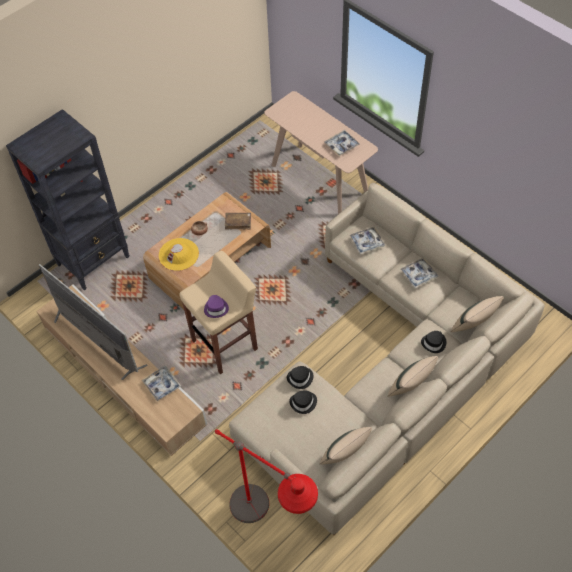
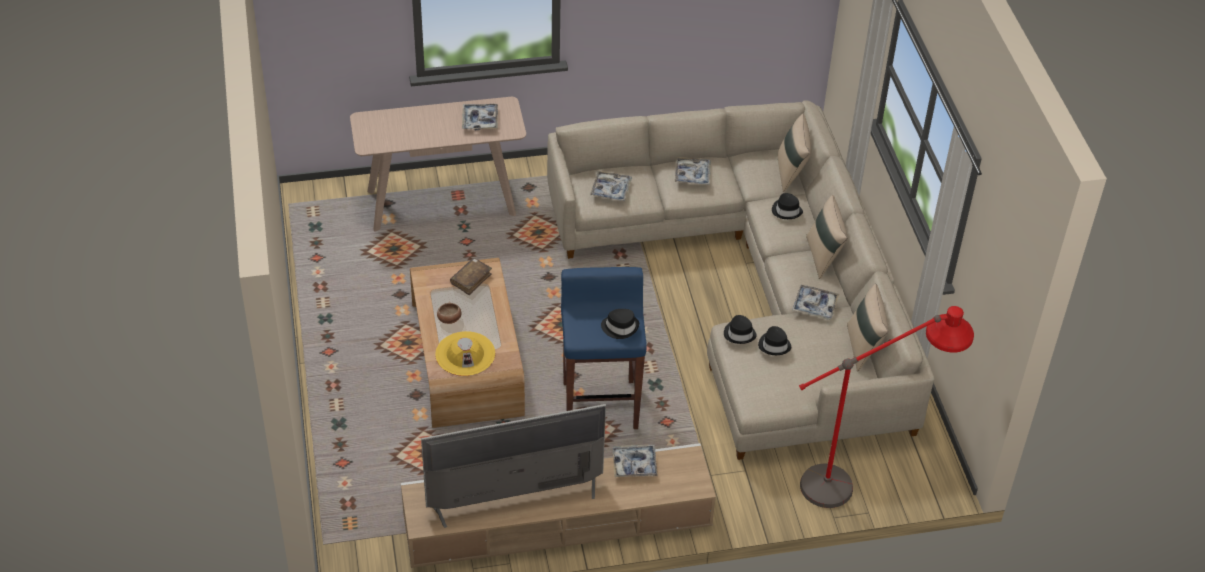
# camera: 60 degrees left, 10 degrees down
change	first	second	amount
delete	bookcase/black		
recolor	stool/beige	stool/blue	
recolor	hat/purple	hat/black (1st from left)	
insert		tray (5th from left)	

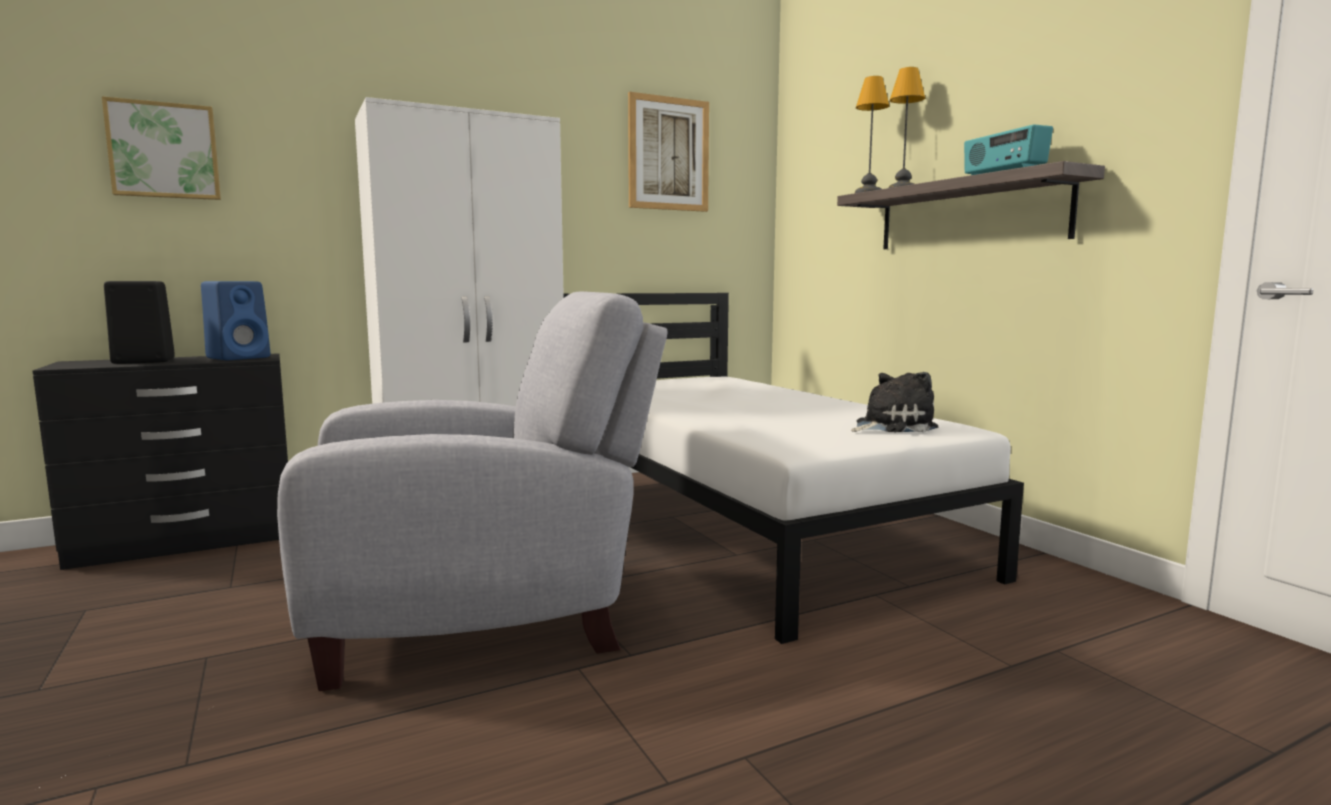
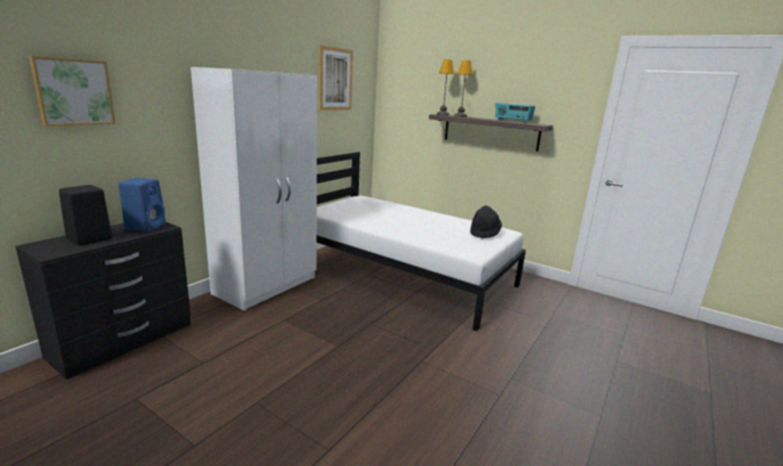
# camera: 30 degrees left, 10 degrees up
change	first	second	amount
delete	armchair/grey		
replace	plush toy	hat/black	

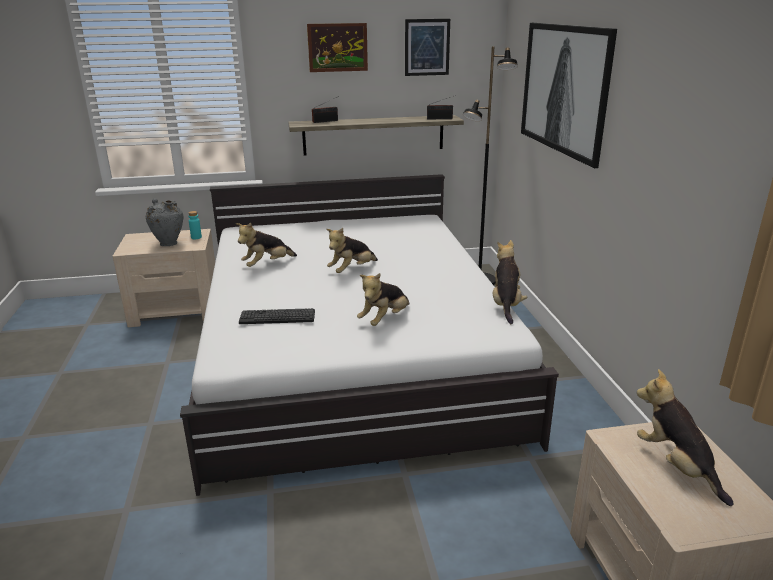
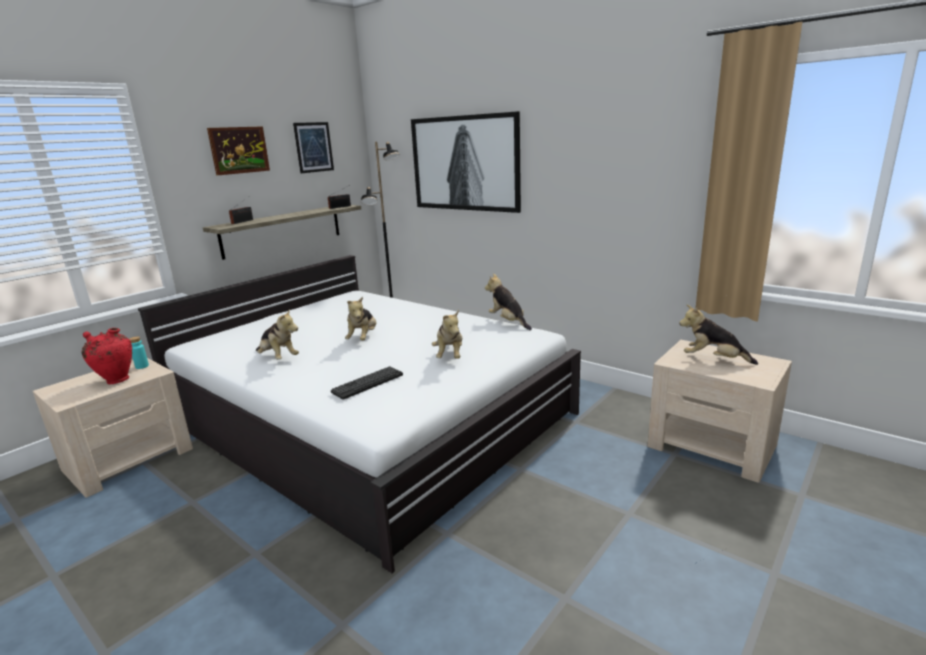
# camera: 40 degrees left, 5 degrees down
change	first	second	amount
recolor	vase/grey	vase/red	
rotate	plush toy (1st from left)		60 degrees counterclockwise

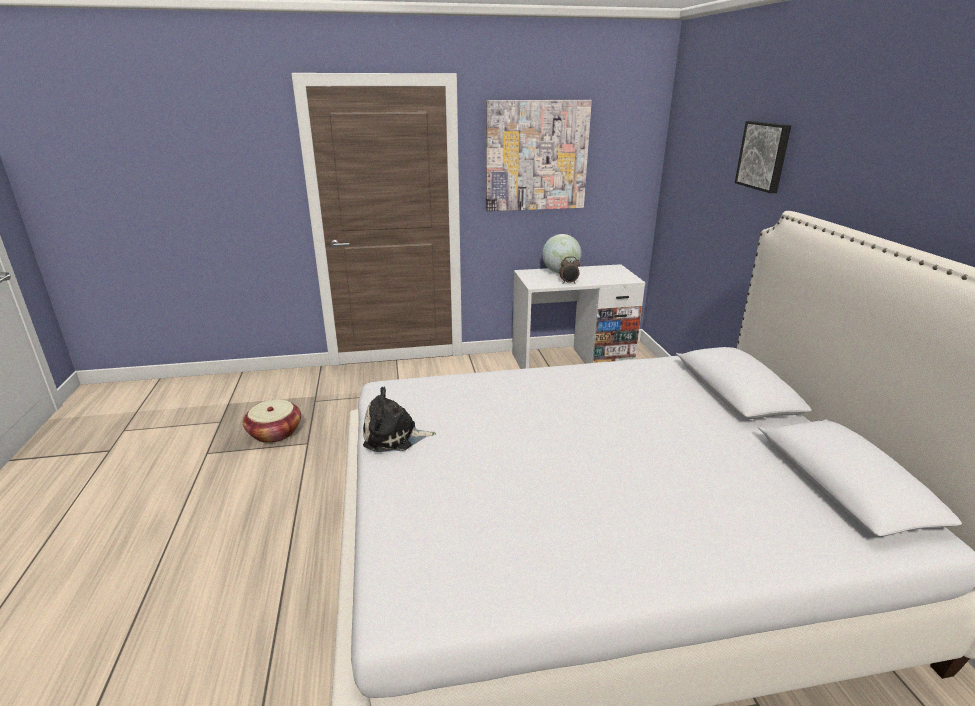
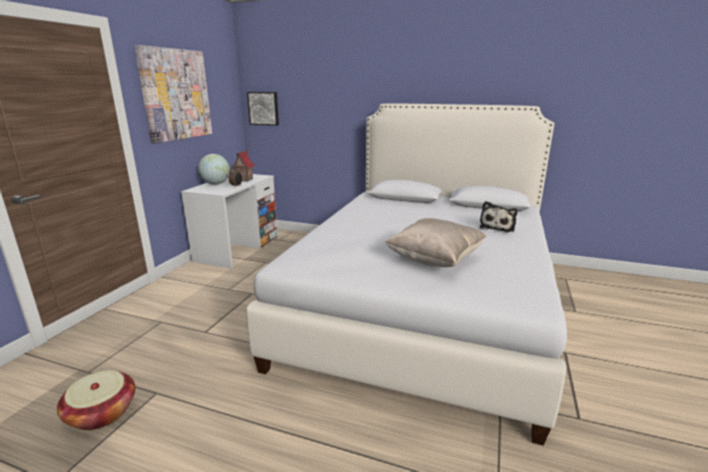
# camera: 60 degrees left, 5 degrees down
change	first	second	amount
move	plush toy		
move	picture (2nd from left)		
insert		toy house	
insert		pillow/beige	

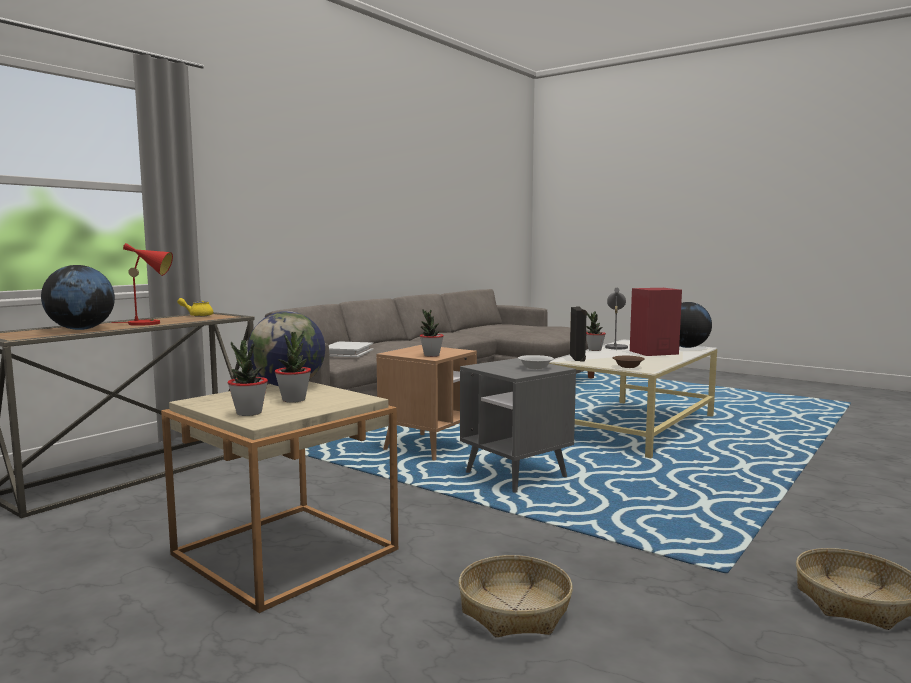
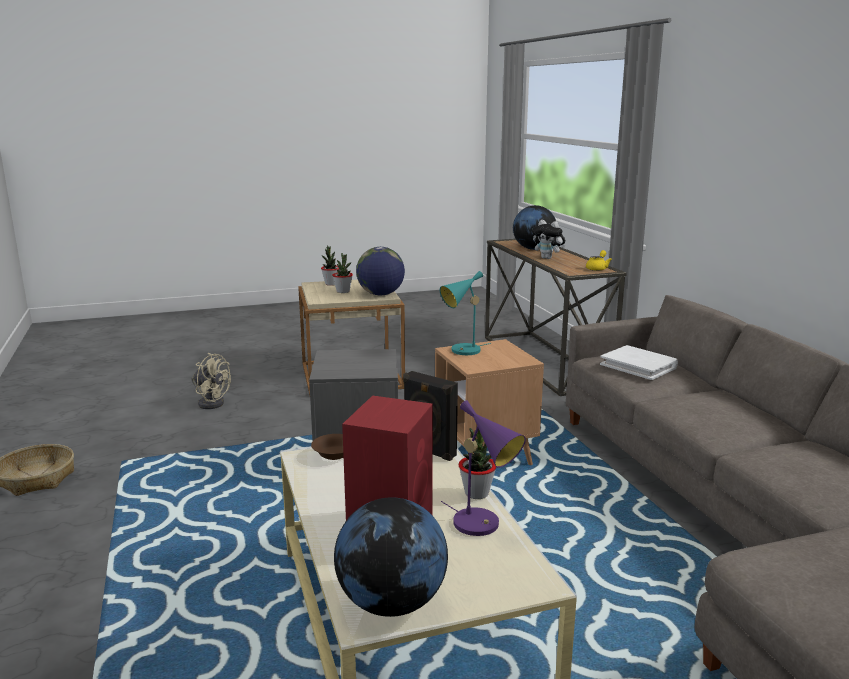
# camera: 125 degrees right, 10 degrees up
change	first	second	amount
replace	table lamp/red	plush toy	
replace	potted plant (3rd from left)	table lamp/turquoise	
replace	basket (1st from left)	fan/beige	
delete	bowl/white		
recolor	table lamp/grey	table lamp/purple	

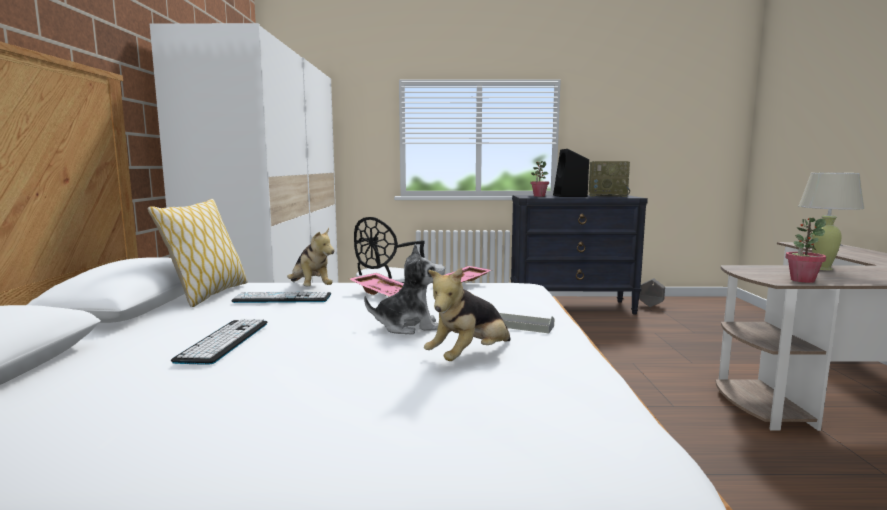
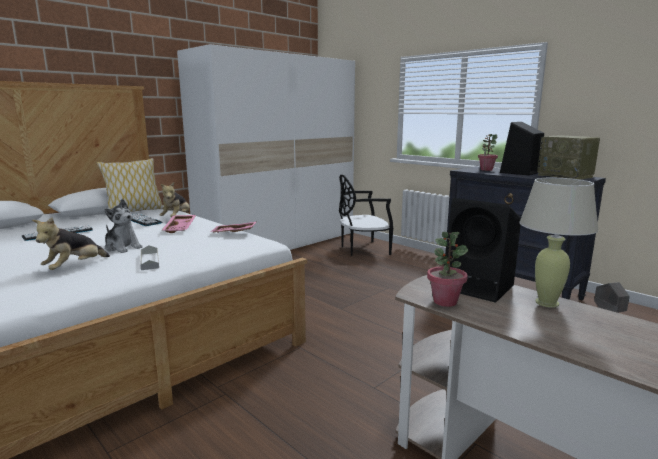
# camera: 45 degrees right, 5 degrees up
change	first	second	amount
rotate	plush toy (3rd from left in the first image)	plush toy (1st from left)	60 degrees counterclockwise
insert		speaker/black (1st from left)	

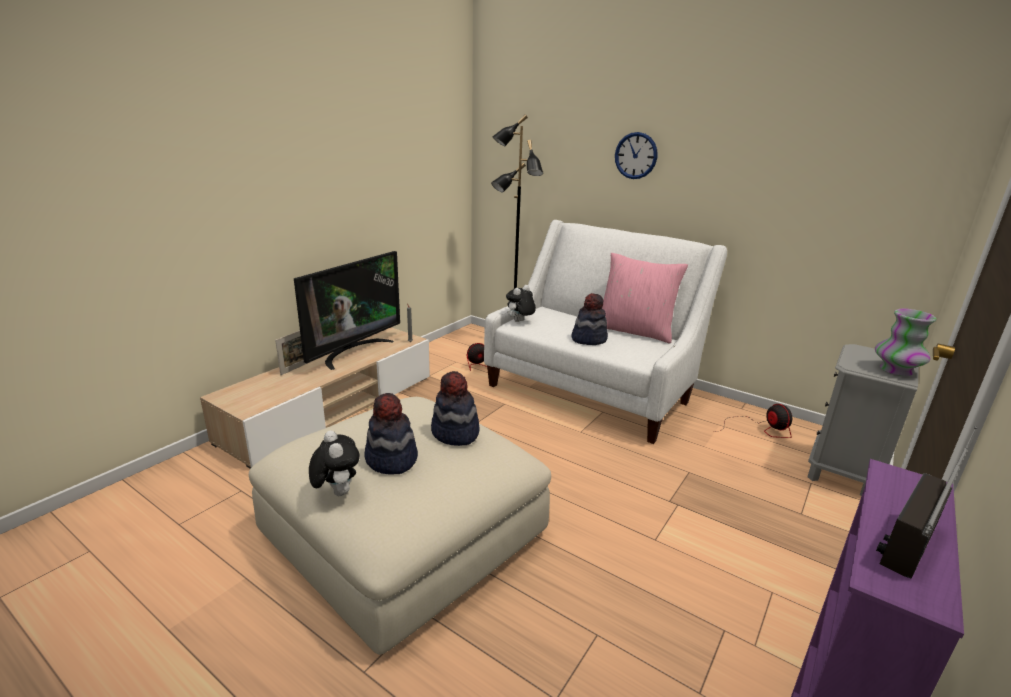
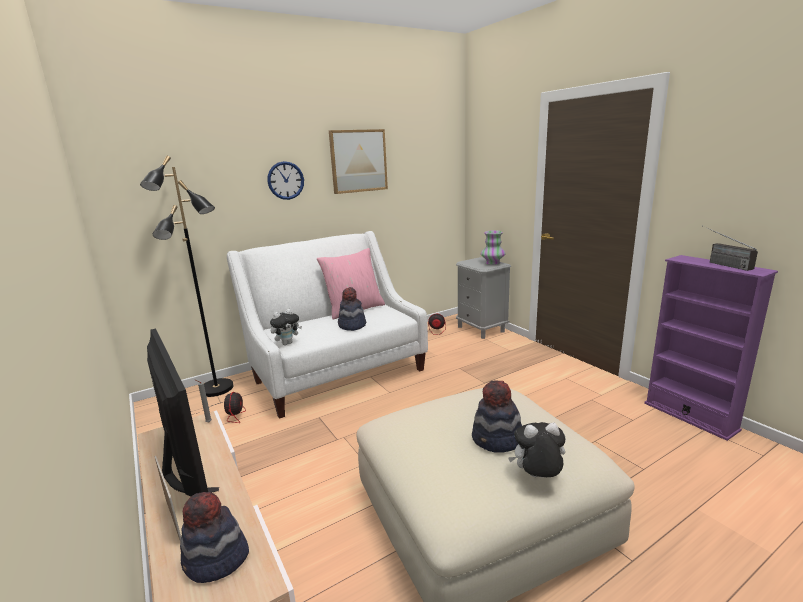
# camera: 65 degrees left, 5 degrees down
change	first	second	amount
move	hat (2nd from left in the first image)	hat (1st from left)	
rotate	plush toy (2nd from left in the first image)	plush toy (1st from left)	105 degrees counterclockwise
insert		picture	

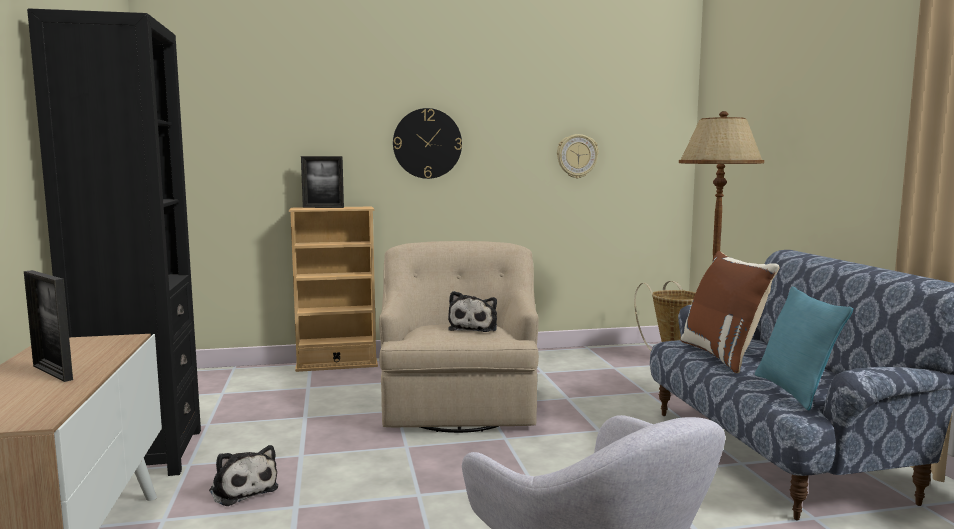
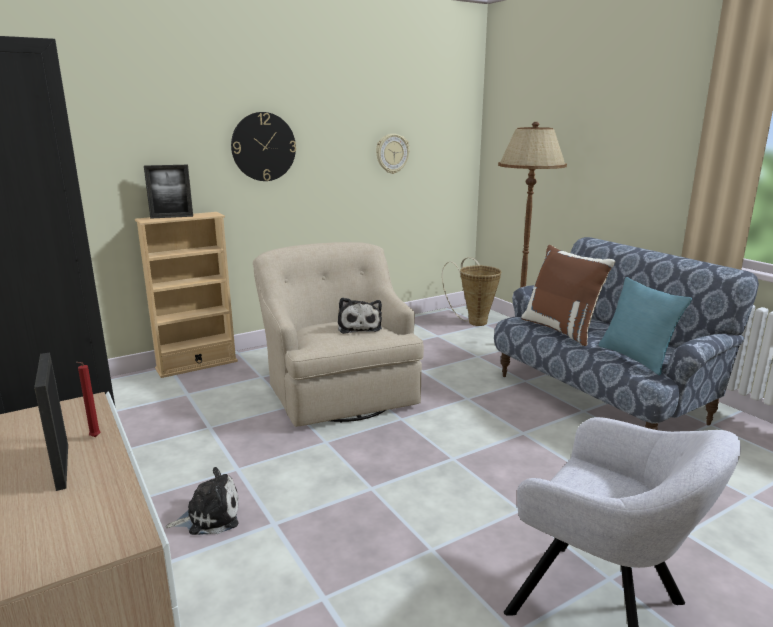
# camera: 20 degrees left, 10 degrees up
change	first	second	amount
rotate	picture frame (1st from left)		45 degrees clockwise
rotate	plush toy (1st from left)		45 degrees counterclockwise
insert		candle/red	

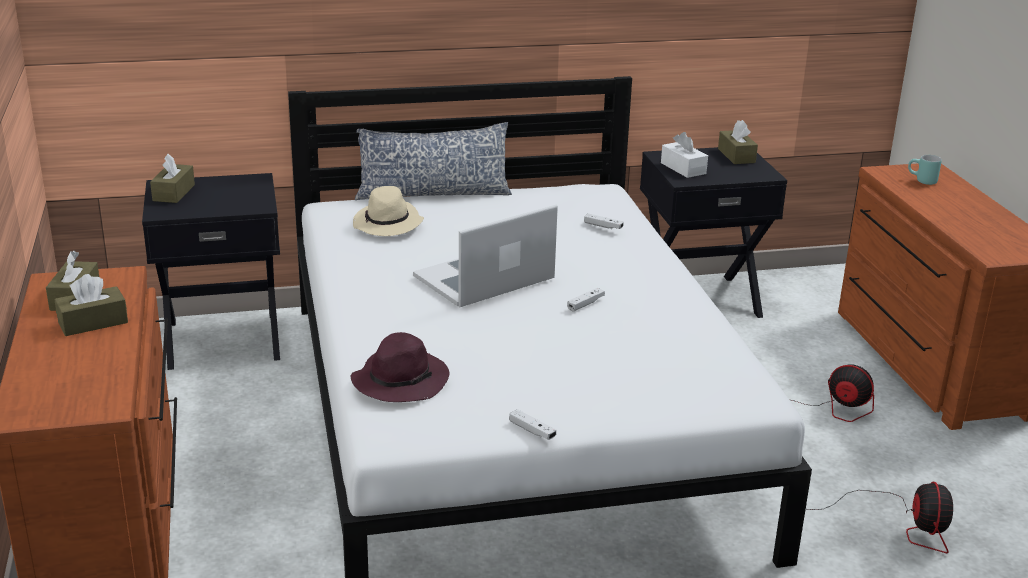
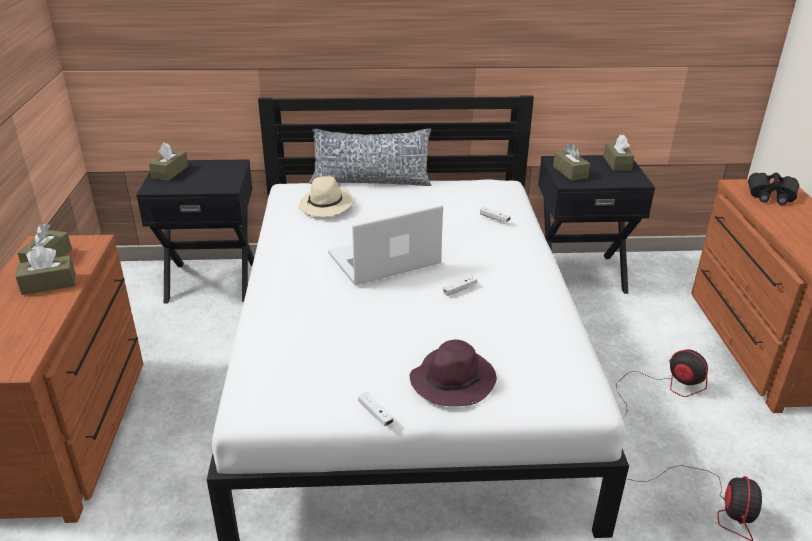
# camera: 10 degrees right, 5 degrees up
change	first	second	amount
move	hat/purple		
recolor	tissue box/white	tissue box/brown (4th from left)	
replace	mug/turquoise	binoculars/black	

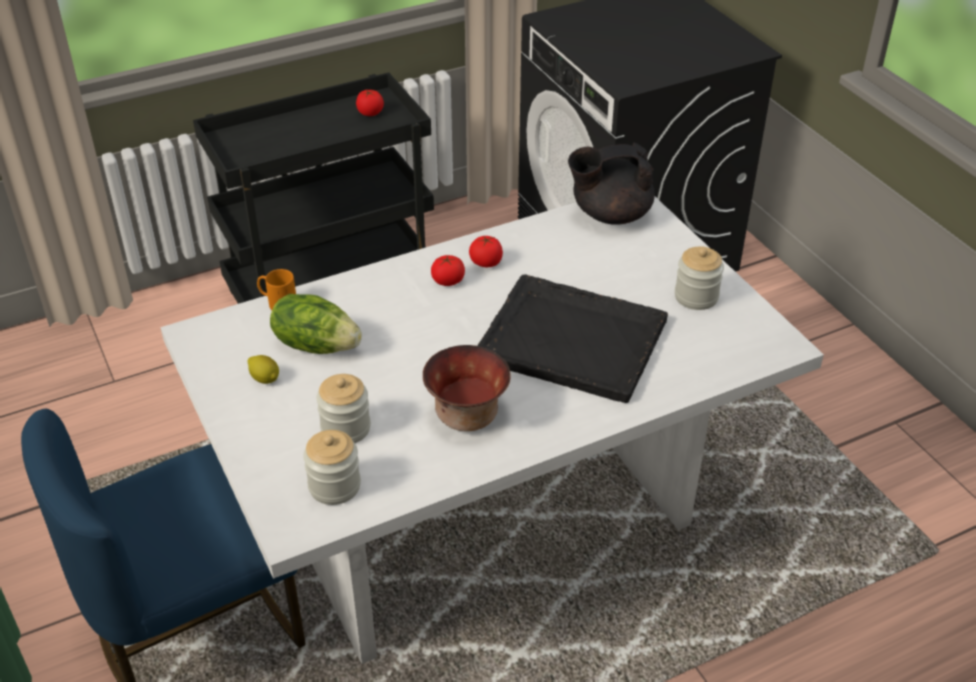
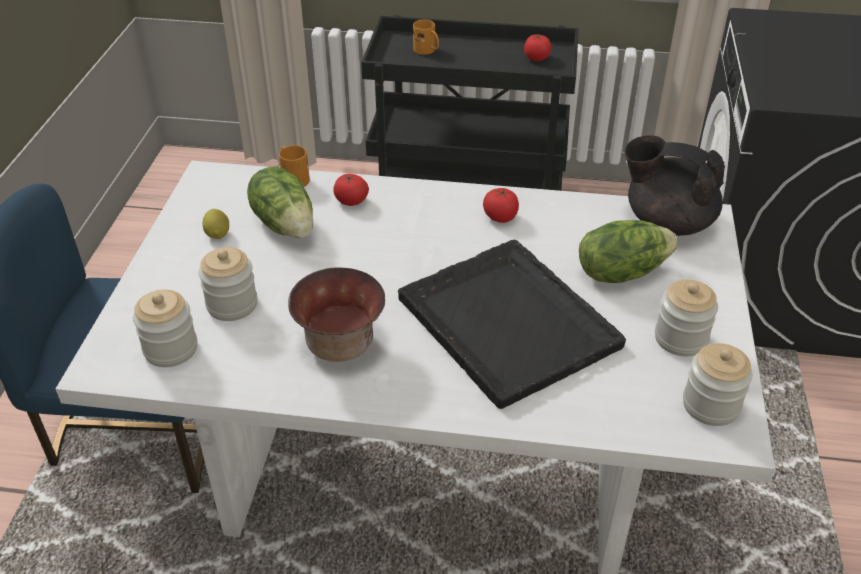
# camera: 35 degrees right, 0 degrees up
change	first	second	amount
move	tomato (2nd from left in the first image)	tomato (1st from left)	
insert		mug/orange (2nd from left)	
insert		lettuce (2nd from left)	
insert		jar (4th from left)	

